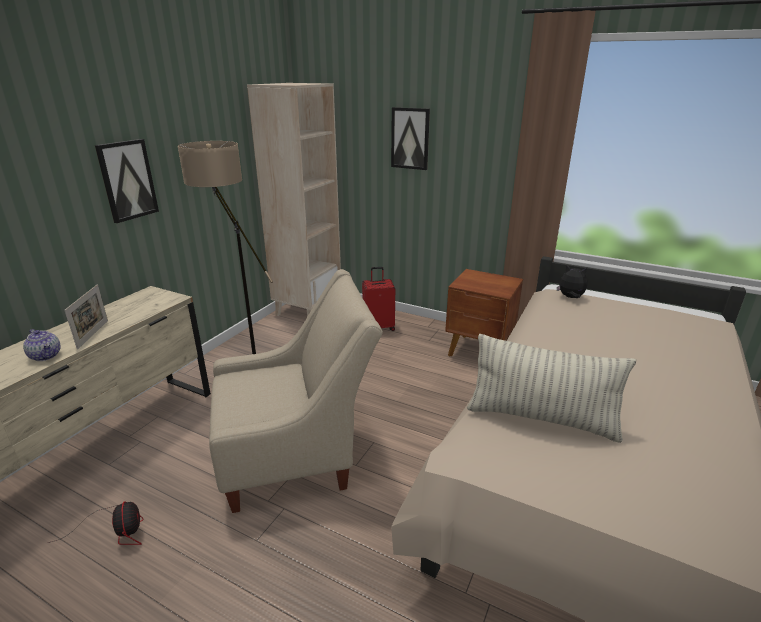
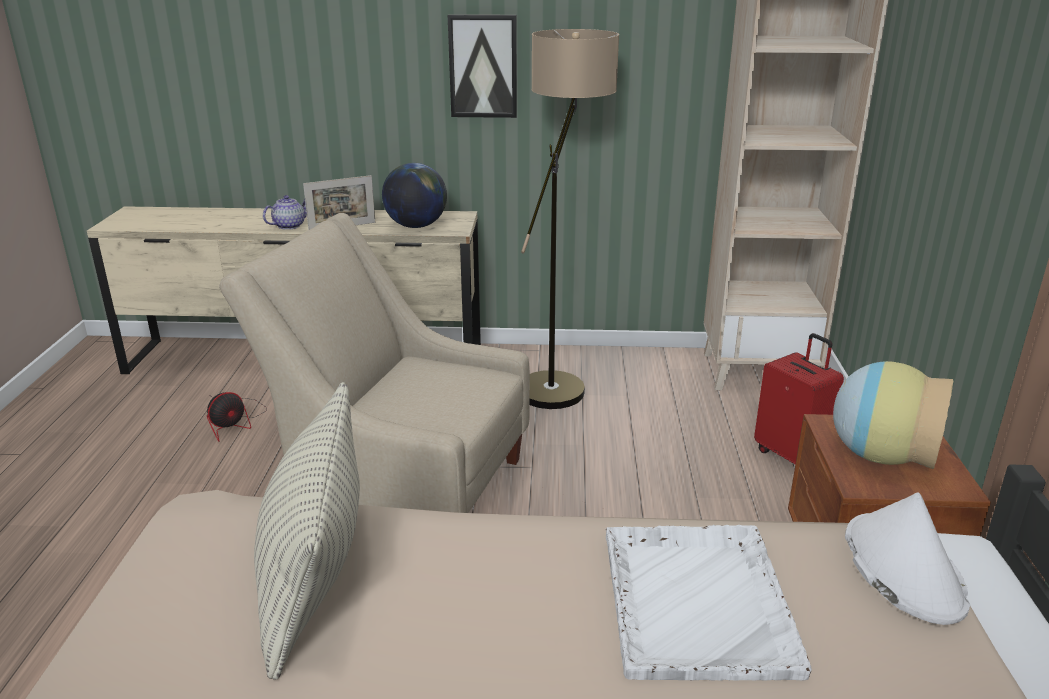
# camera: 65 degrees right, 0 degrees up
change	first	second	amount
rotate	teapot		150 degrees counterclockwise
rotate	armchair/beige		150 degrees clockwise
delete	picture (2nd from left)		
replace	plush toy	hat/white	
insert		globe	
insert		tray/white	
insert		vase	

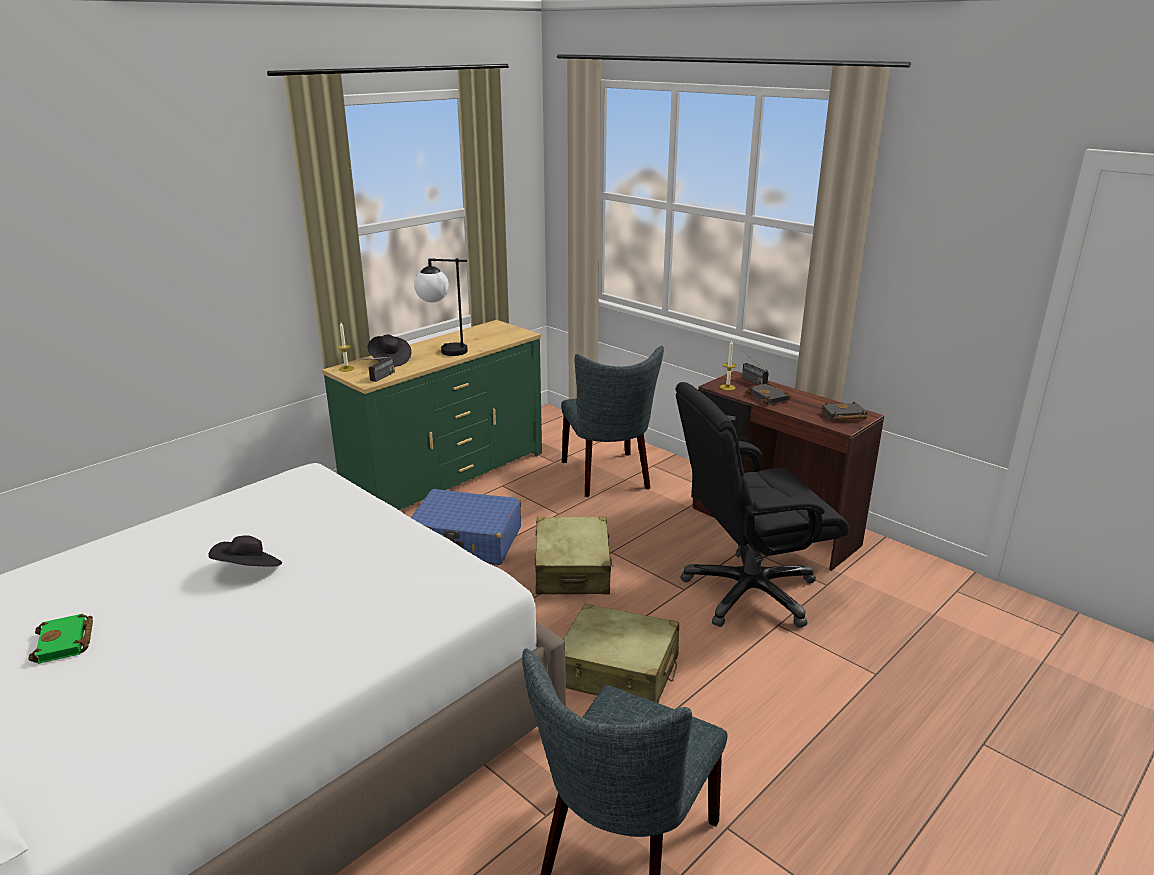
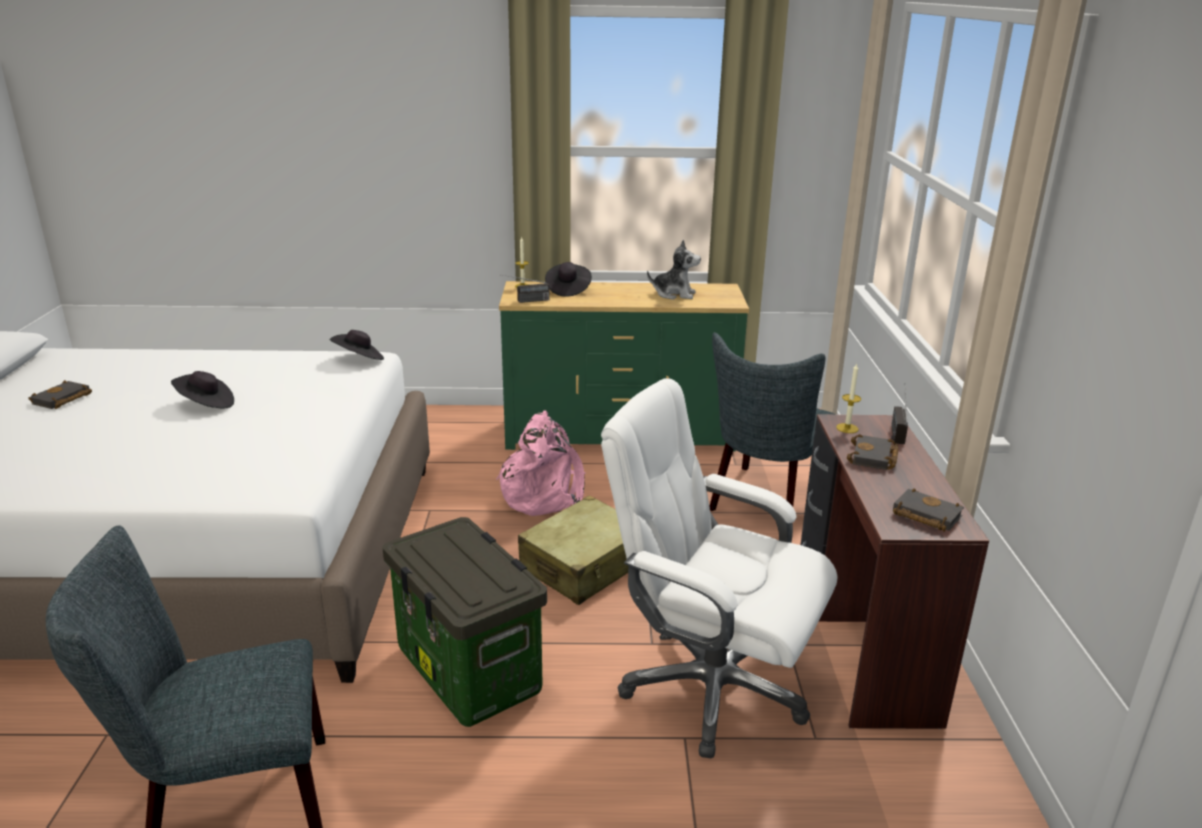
# camera: 45 degrees right, 0 degrees up
change	first	second	amount
recolor	book/green	book/black (1st from left)	
replace	suitcase/blue	backpack/pink	
delete	table lamp		
replace	suitcase/beige (2nd from left)	storage box	
recolor	office chair/black	office chair/white	
insert		hat/black (2nd from left)	
insert		plush toy	

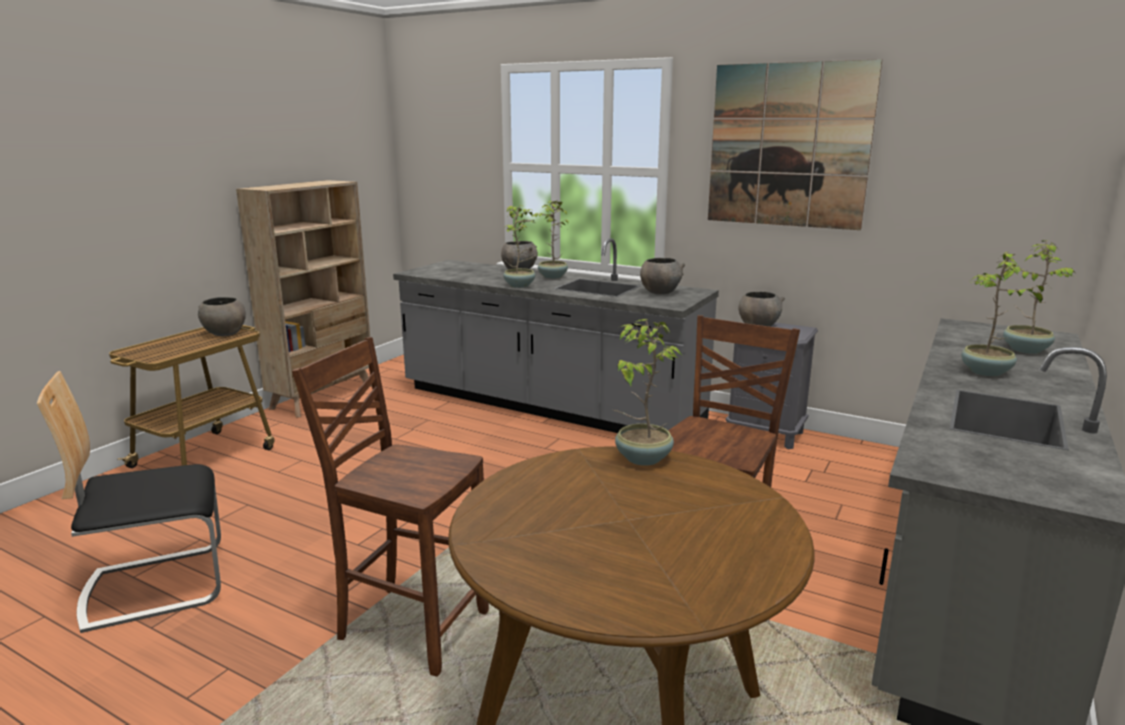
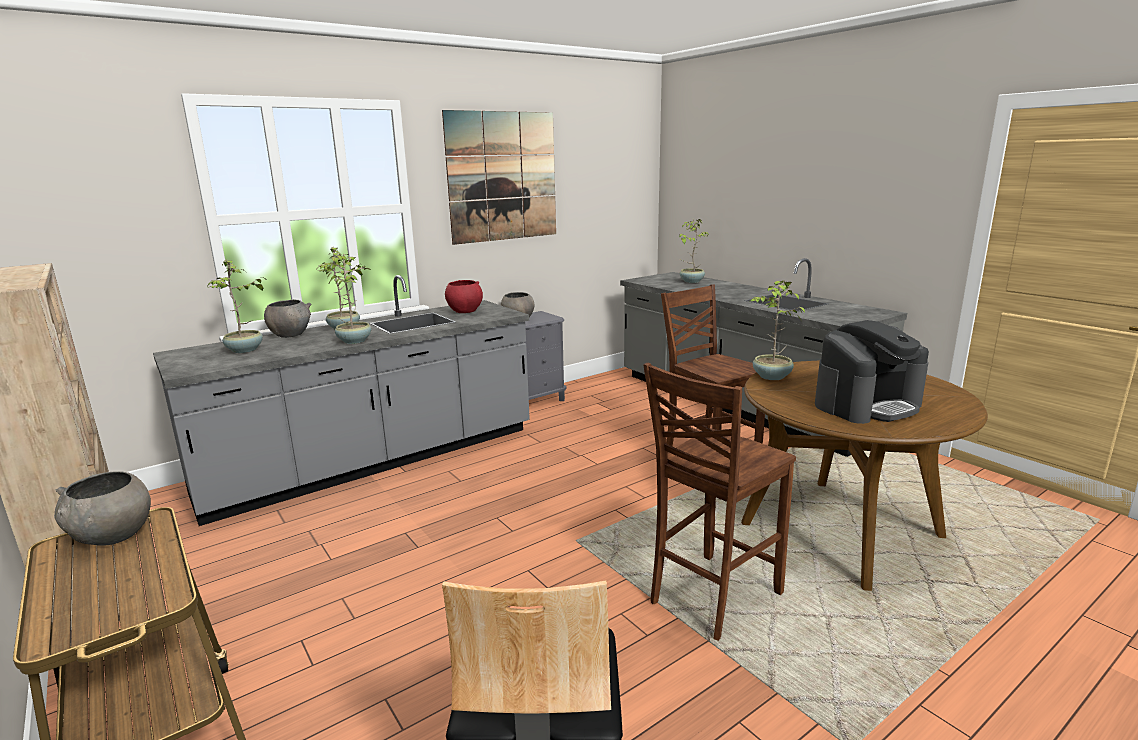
# camera: 65 degrees left, 0 degrees up
change	first	second	amount
recolor	bowl/grey (3rd from left)	bowl/red	
move	potted plant (4th from left in the first image)	potted plant (1st from left)	
insert		coffee machine	

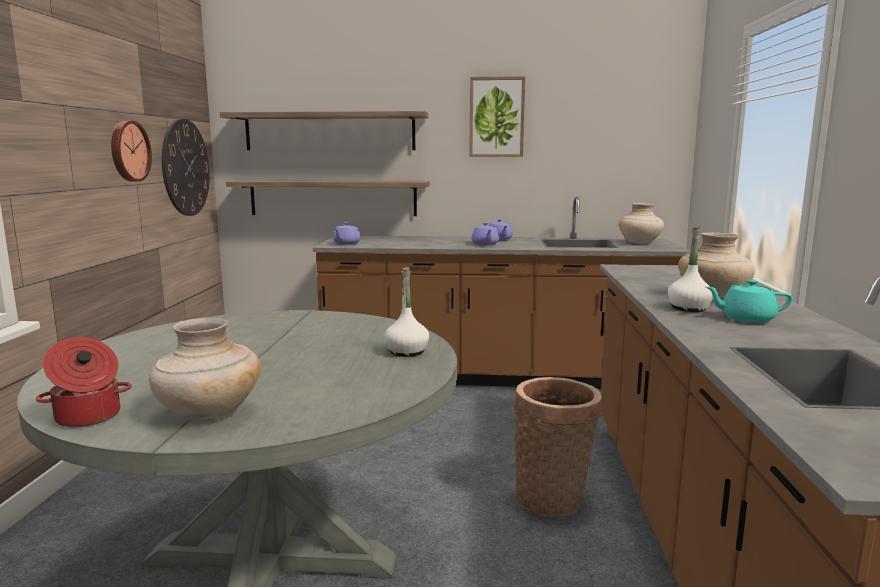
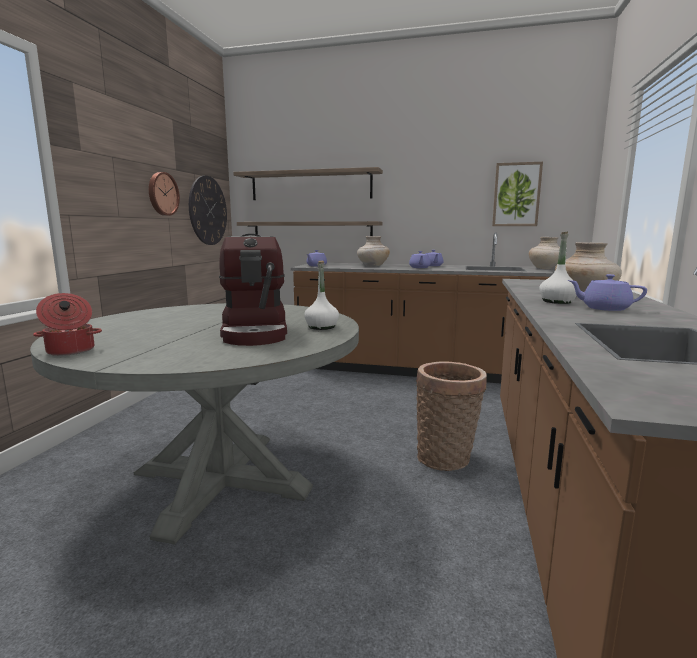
# camera: 10 degrees right, 0 degrees up
change	first	second	amount
move	vase/beige (1st from left)		
move	picture		
recolor	teapot/turquoise	teapot/purple (4th from left)	
insert		coffee machine	

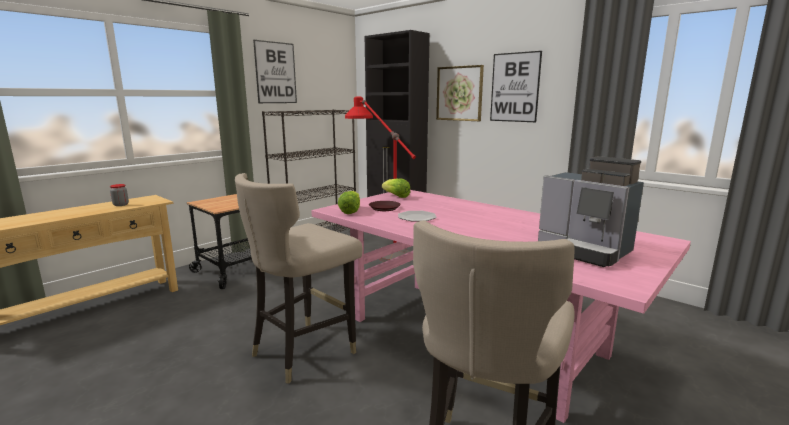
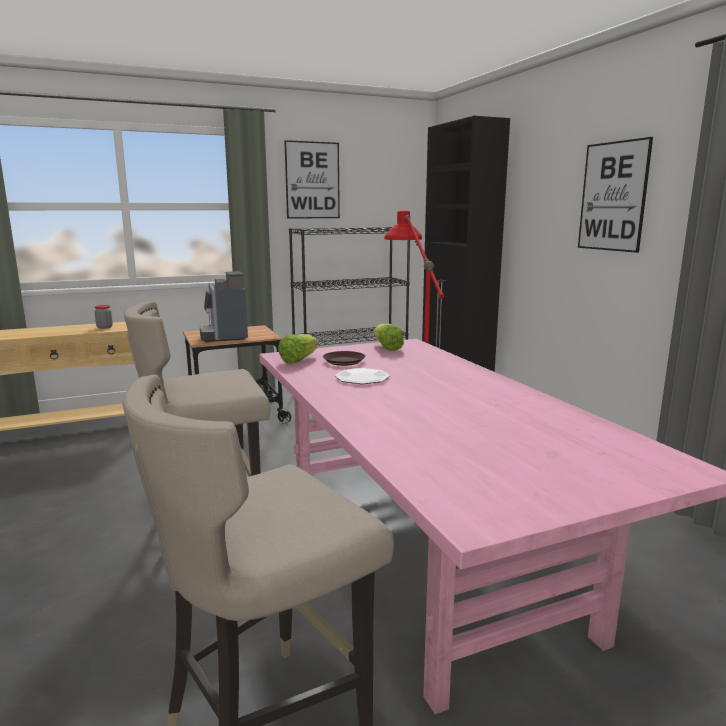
# camera: 25 degrees right, 0 degrees up
change	first	second	amount
delete	picture (2nd from left)		
move	coffee machine		

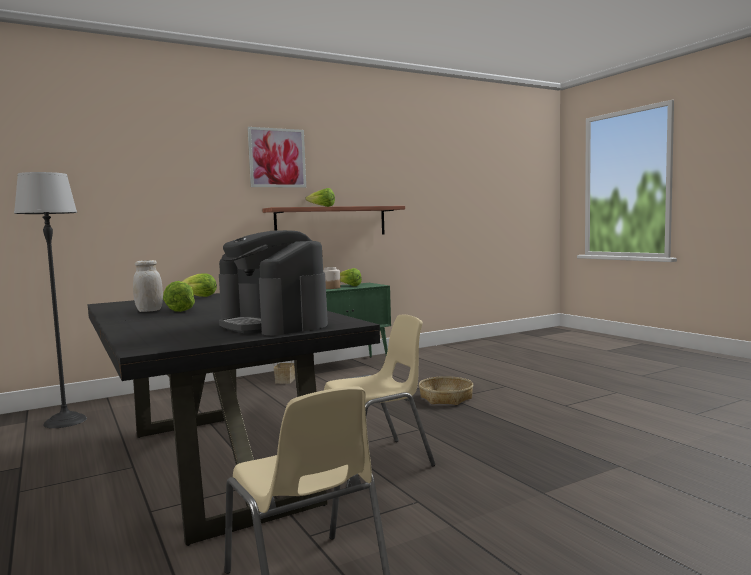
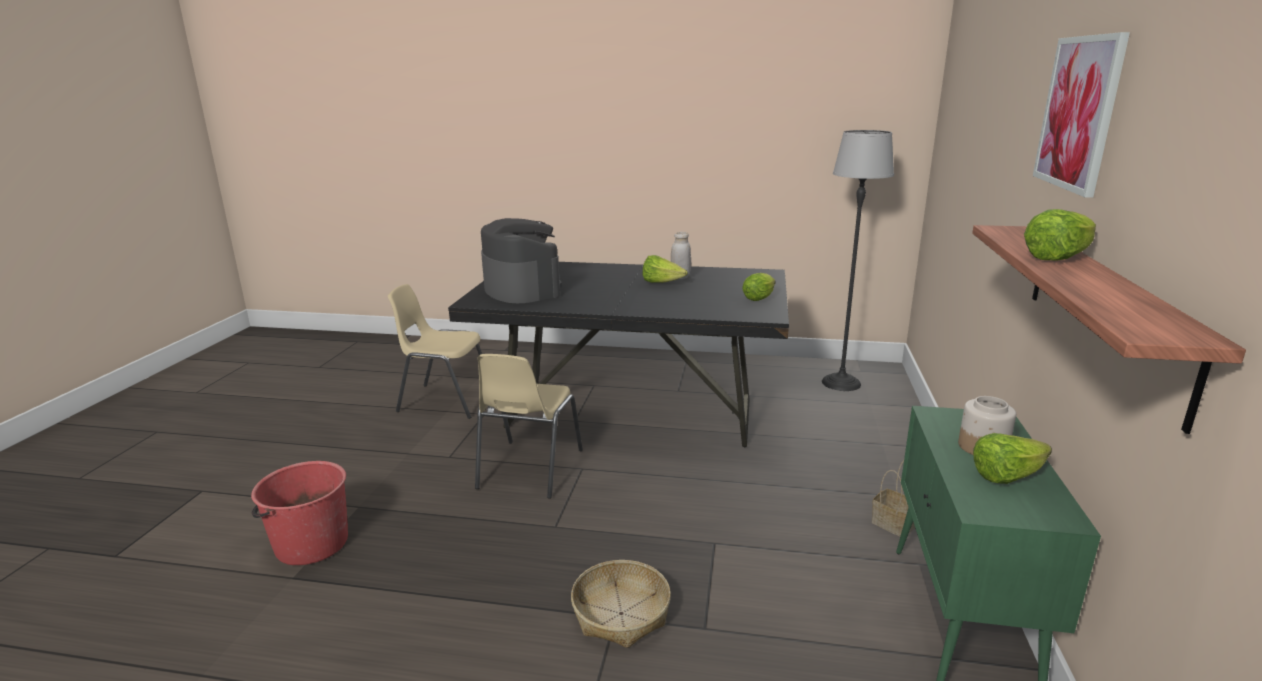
# camera: 130 degrees right, 15 degrees up
change	first	second	amount
rotate	coffee machine		60 degrees clockwise
insert		bucket/red	

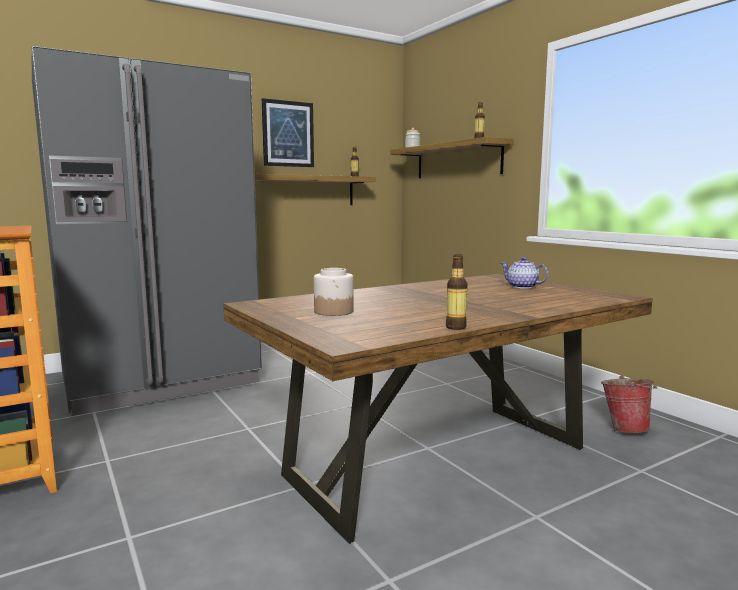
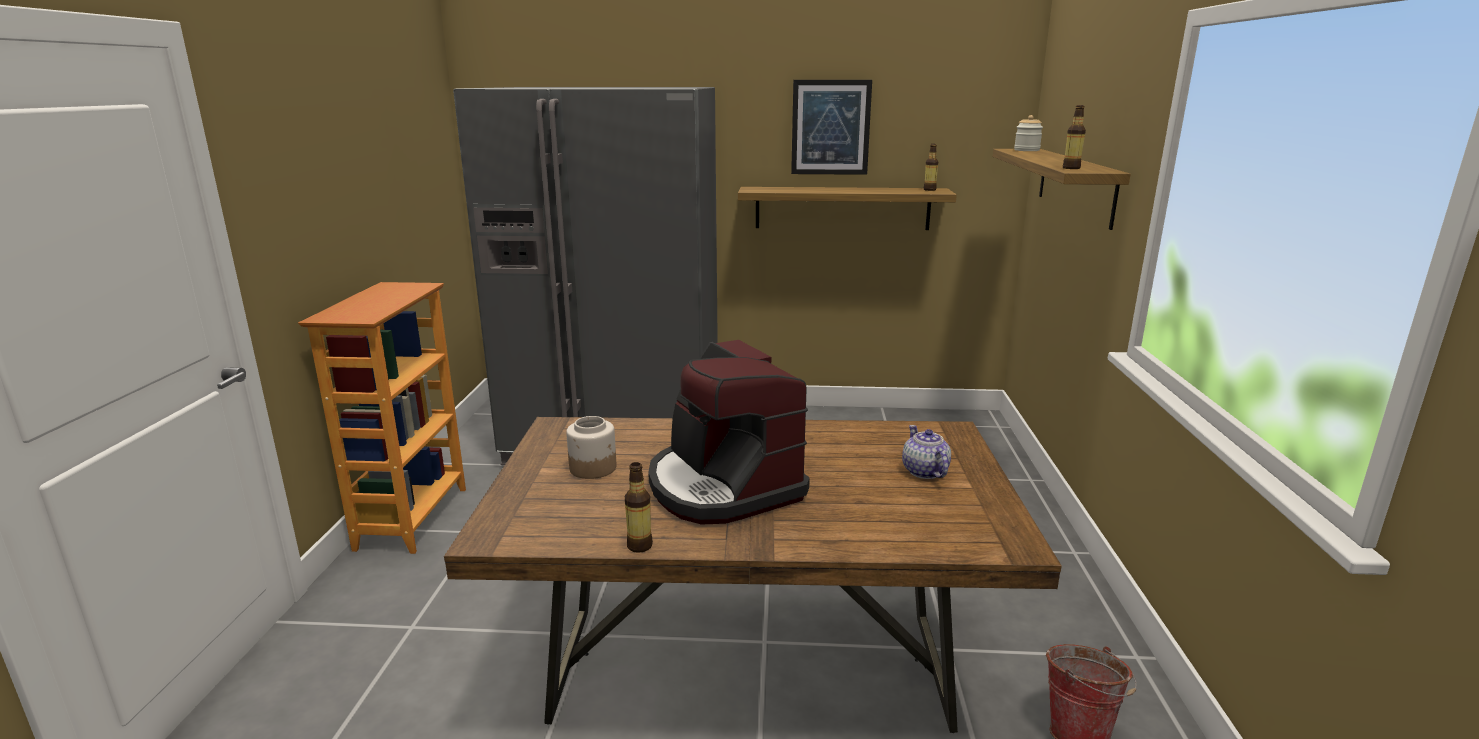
# camera: 35 degrees right, 10 degrees up
change	first	second	amount
insert		coffee machine	

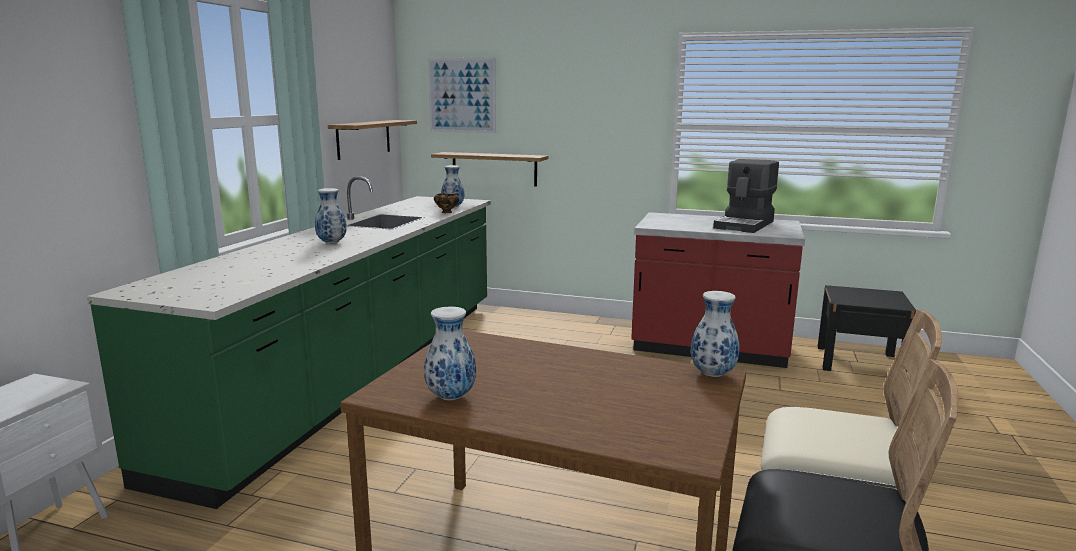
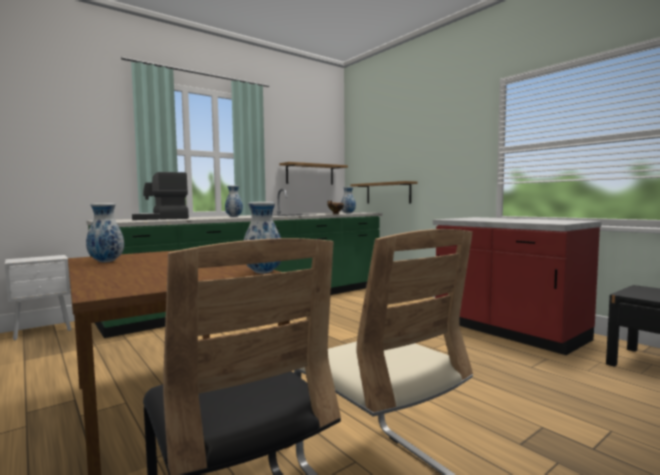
# camera: 35 degrees right, 10 degrees down
change	first	second	amount
delete	picture		
move	coffee machine		

